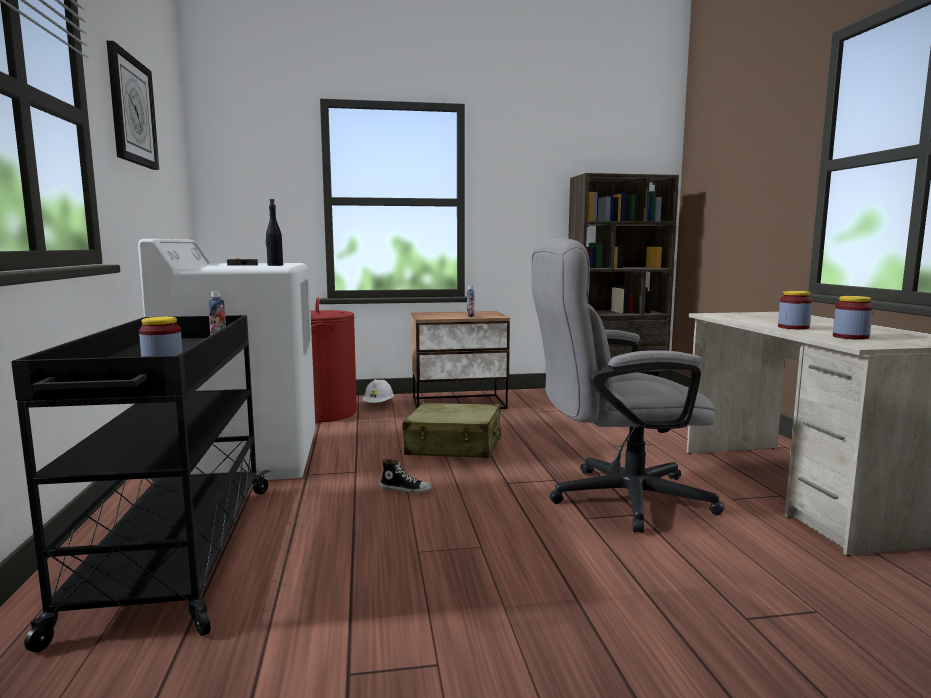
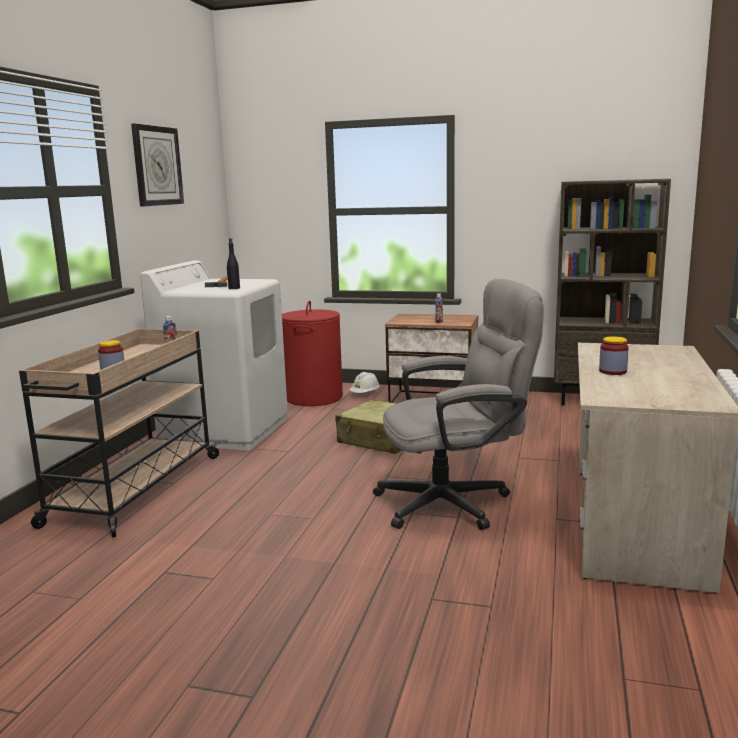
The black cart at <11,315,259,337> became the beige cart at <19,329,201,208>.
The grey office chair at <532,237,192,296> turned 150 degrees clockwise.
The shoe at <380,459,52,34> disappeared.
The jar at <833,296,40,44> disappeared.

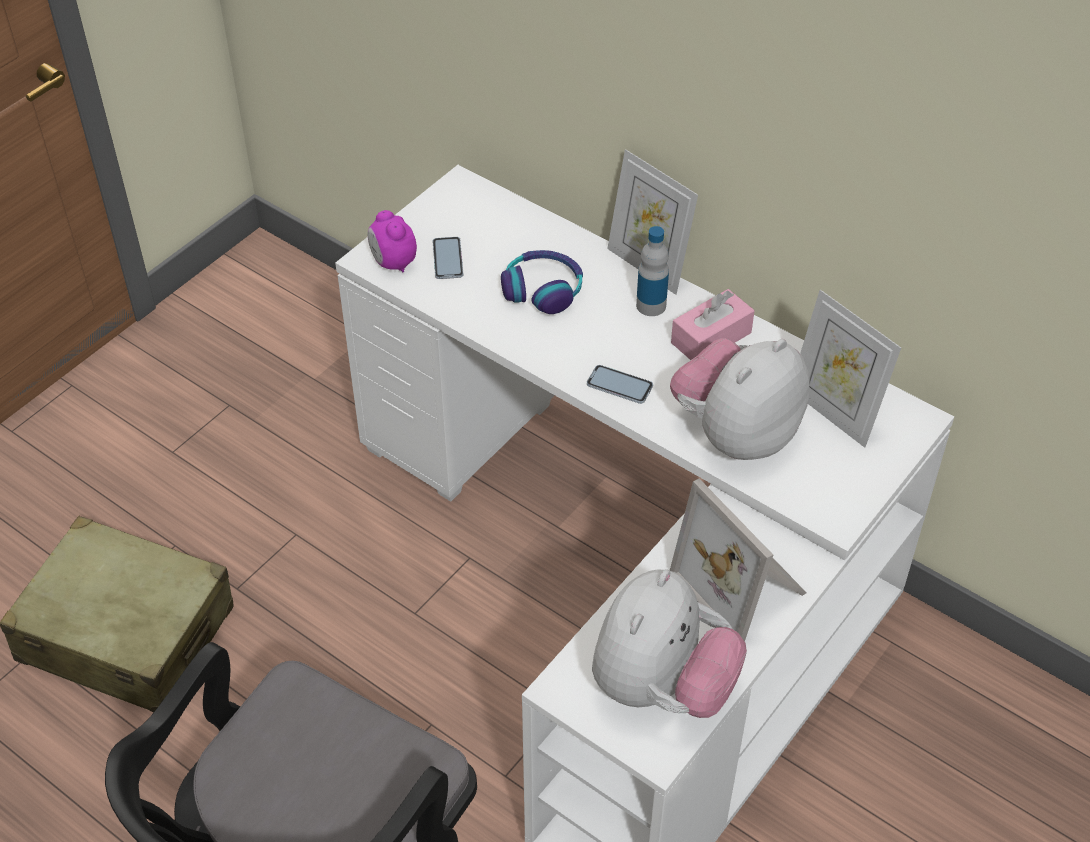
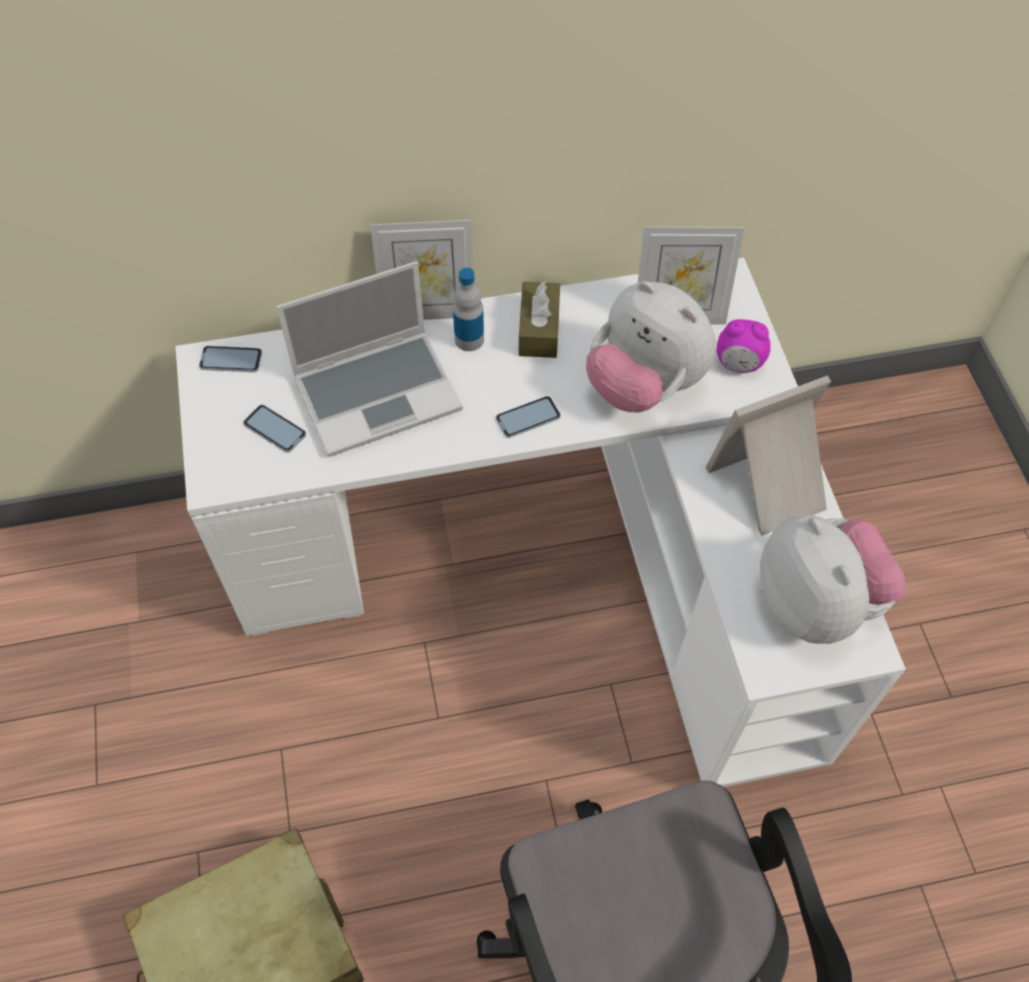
The phone at <199,346,63,26> appeared.
The headphones at <501,250,82,64> was replaced by the laptop at <276,261,187,196>.
The pink tissue box at <671,289,84,71> became the brown tissue box at <519,281,41,77>.
The plush toy at <670,338,139,122> turned 45 degrees counterclockwise.
The picture frame at <670,479,137,162> turned 150 degrees clockwise.
The alarm clock moved from <367,210,50,62> to <716,319,55,54>.

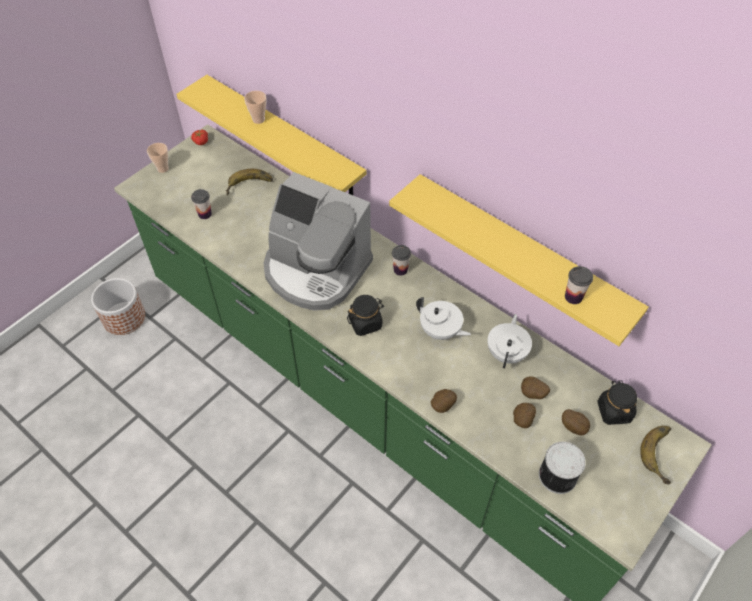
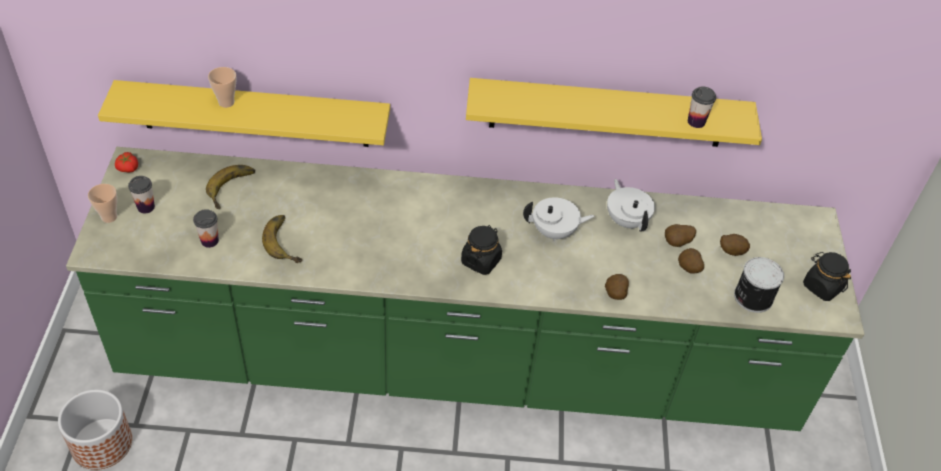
The cup moved from <392,245,19,31> to <128,176,27,38>.
The banana moved from <640,426,31,58> to <262,215,40,48>.
The black jar moved from <597,380,40,45> to <803,252,48,49>.
The coffee machine at <263,172,110,139> disappeared.

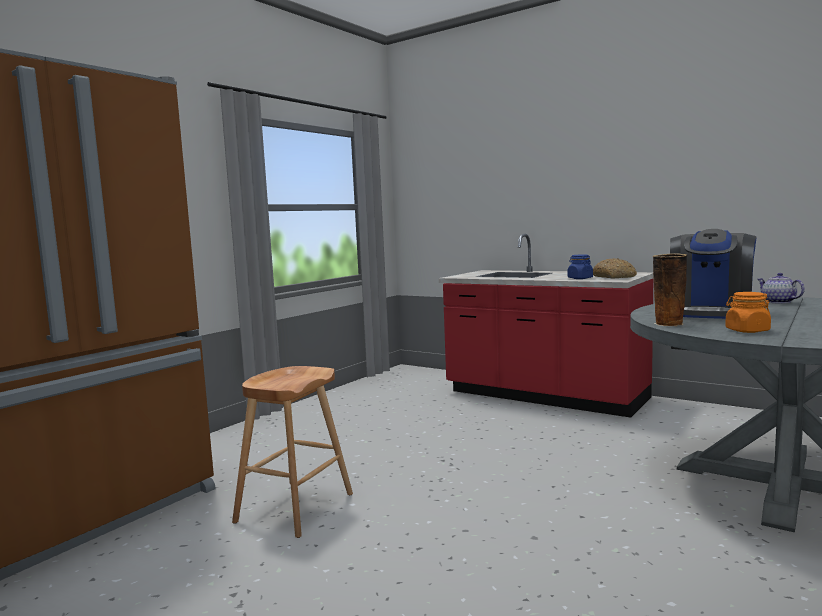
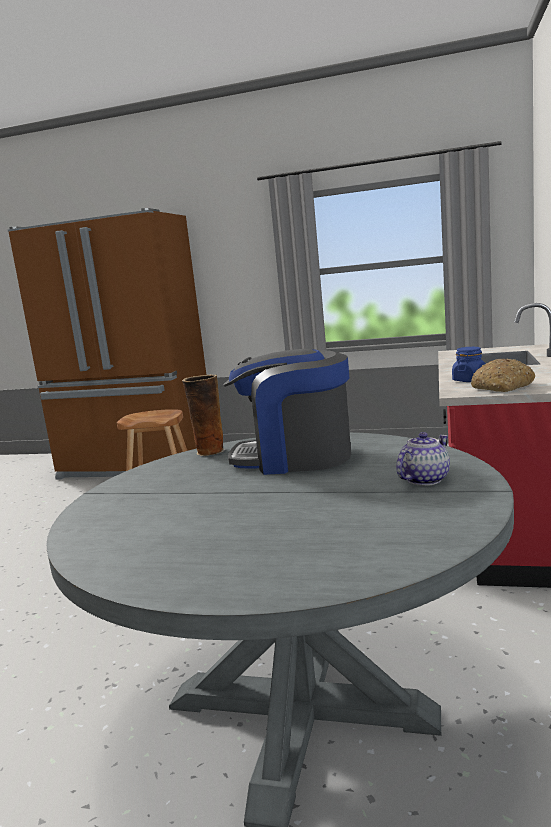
The orange jar at <725,292,46,41> disappeared.

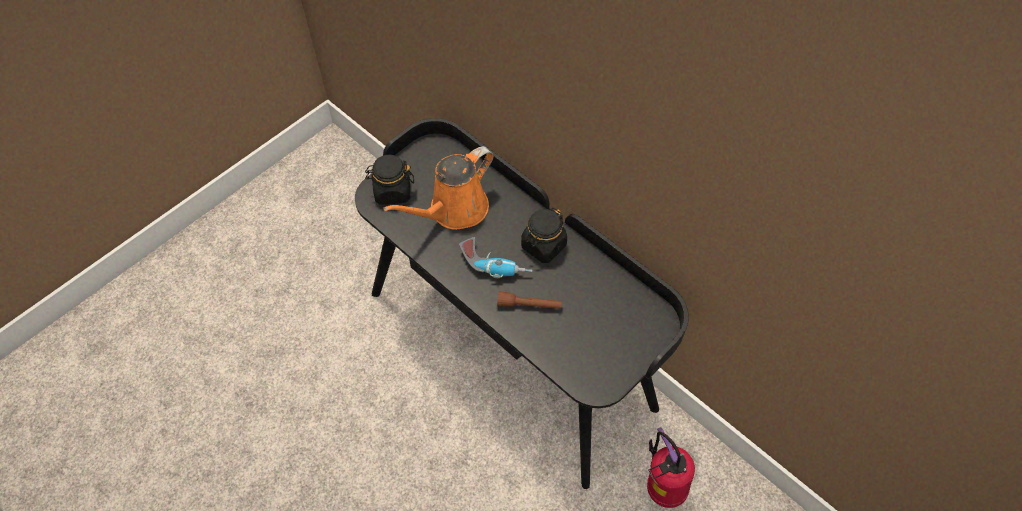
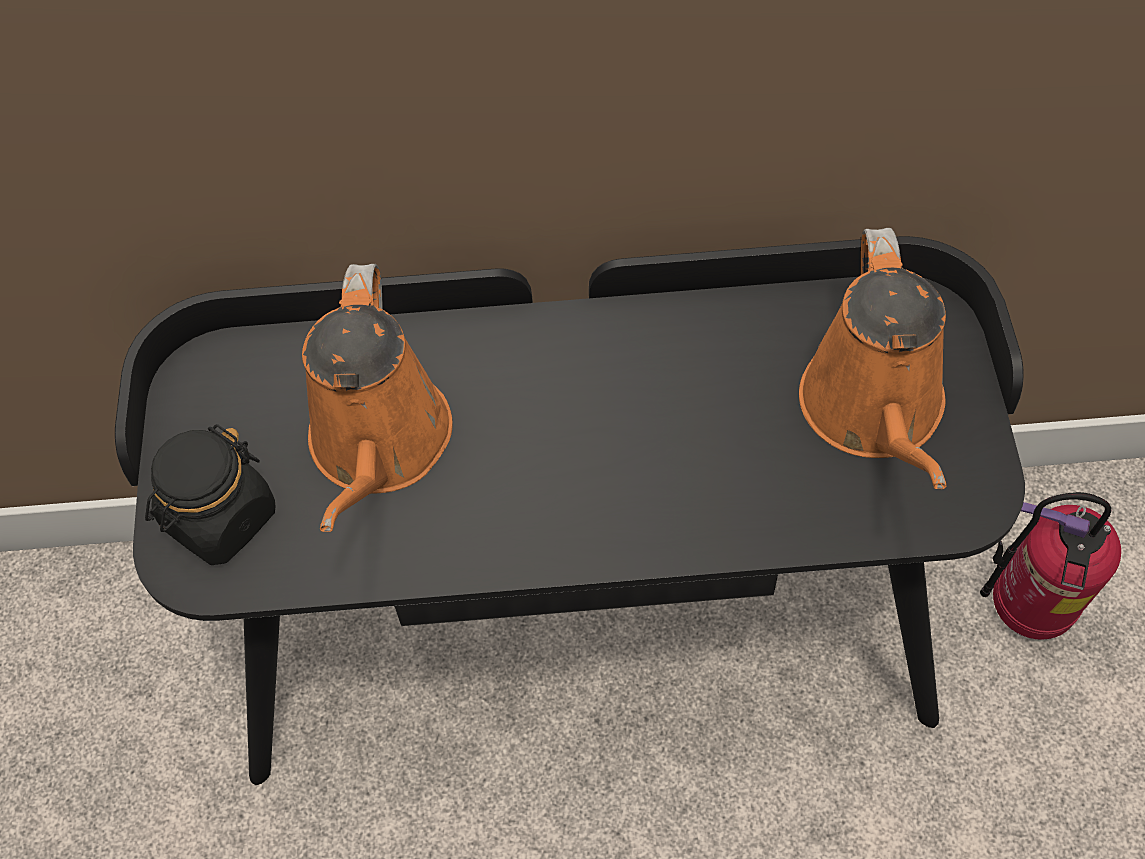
The orange watering can at <799,228,147,261> appeared.
The power drill at <459,237,74,42> disappeared.
The brown flashlight at <497,291,65,18> disappeared.
The black jar at <521,208,46,55> disappeared.

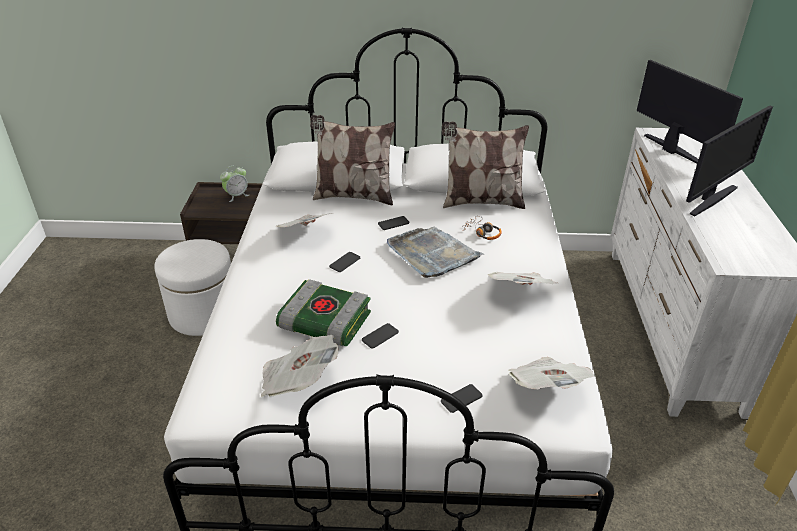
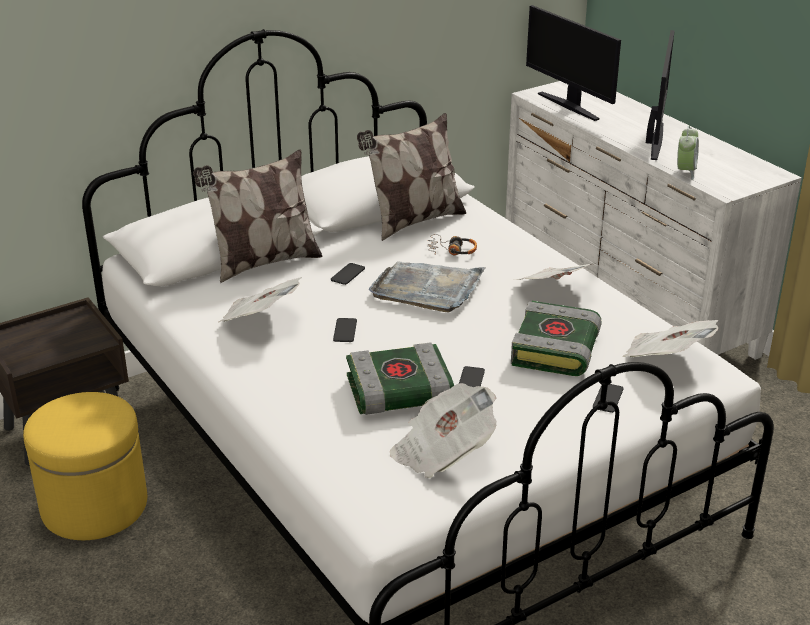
The white ottoman at <154,239,77,97> became the yellow ottoman at <23,392,124,148>.
The book at <511,301,91,75> appeared.
The monitor at <637,60,106,103> turned 150 degrees counterclockwise.
The alarm clock moved from <220,165,29,37> to <677,125,22,55>.

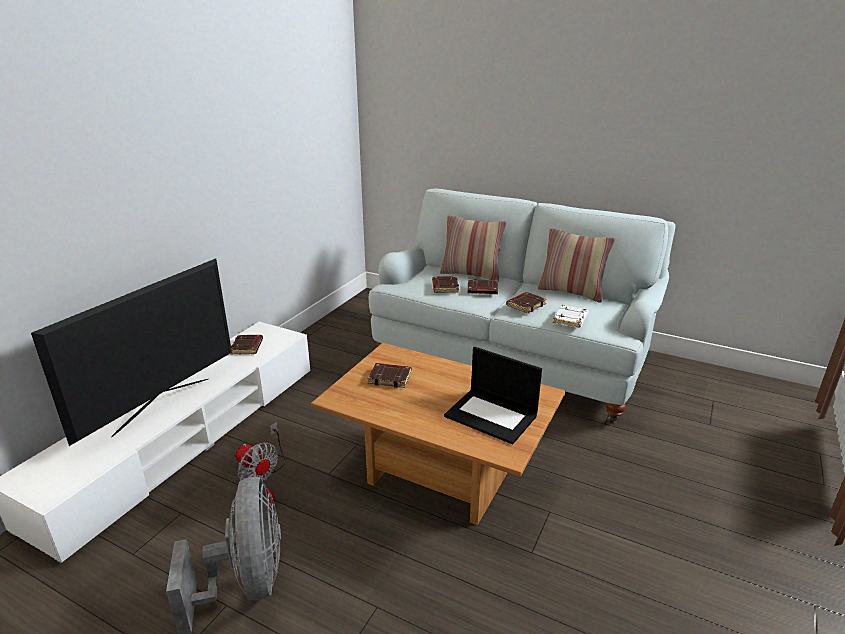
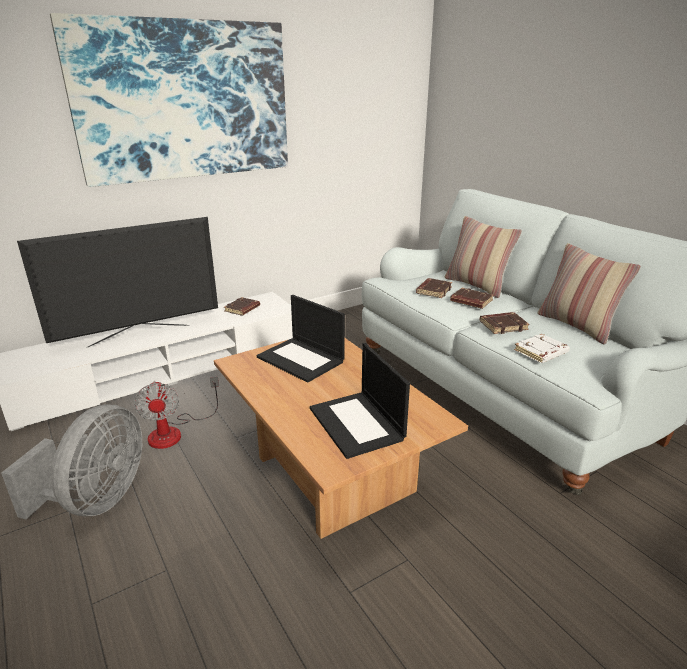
The picture at <50,13,238,174> appeared.
The brown book at <368,363,43,25> was replaced by the laptop at <257,295,88,88>.

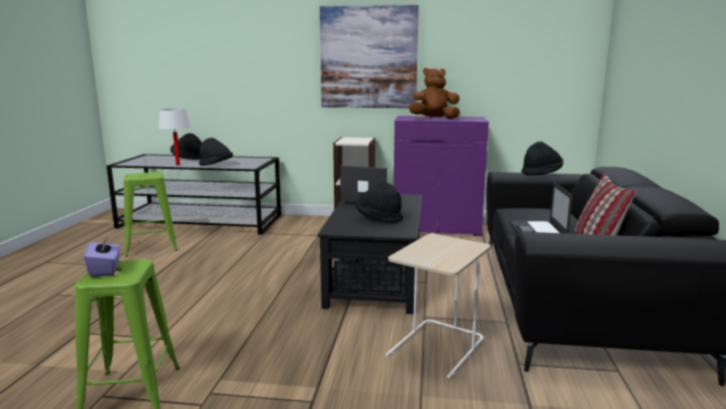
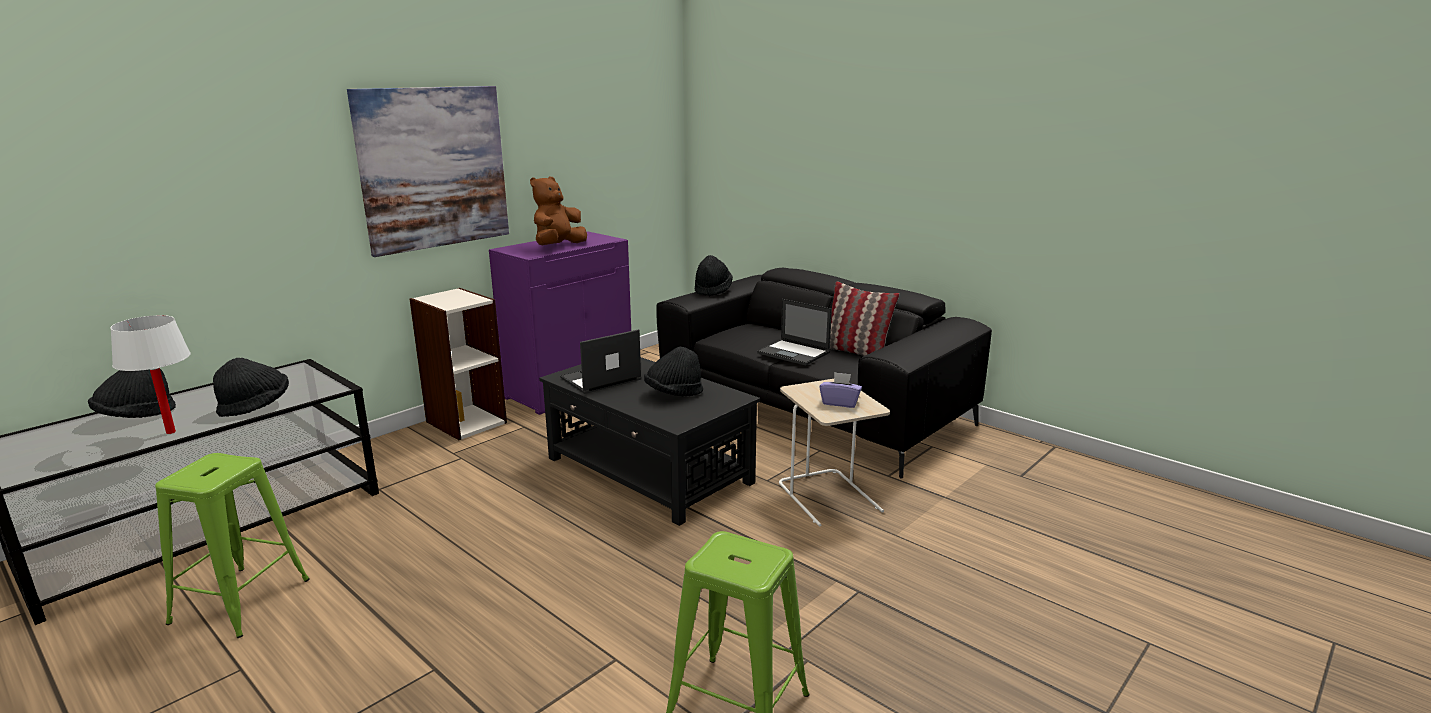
The purple tissue box moved from <84,234,37,43> to <819,372,43,36>.

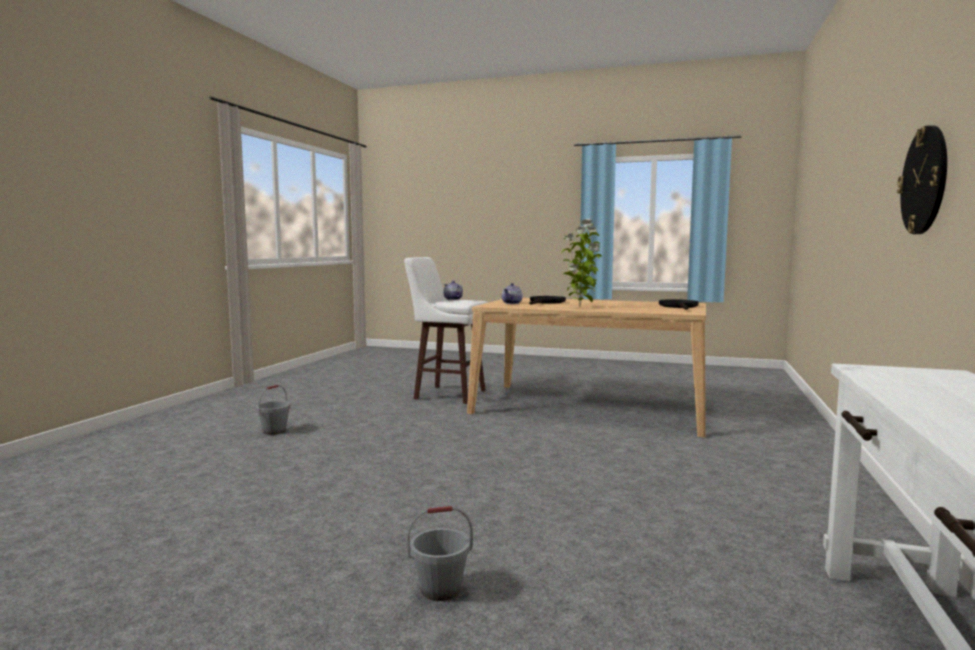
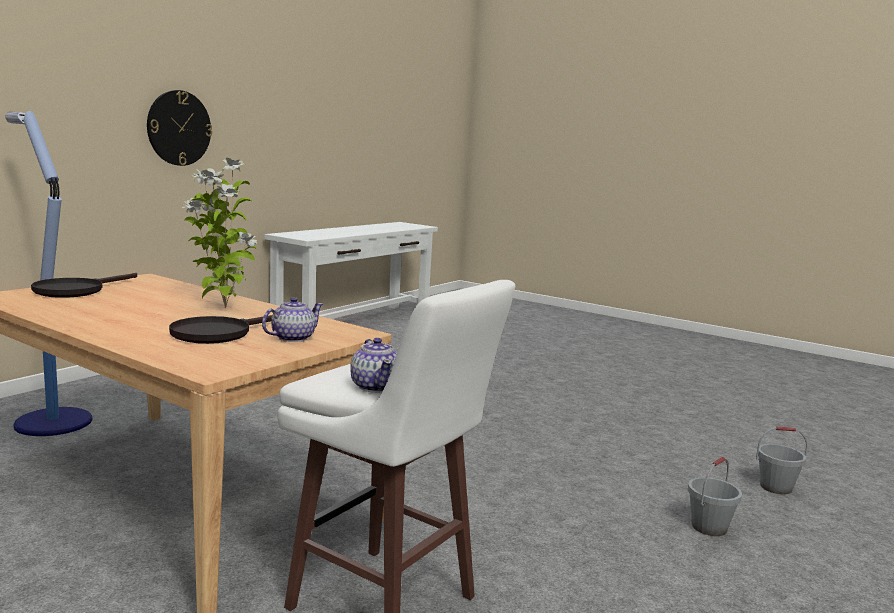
The floor lamp at <5,111,87,325> appeared.
The grey bucket moved from <407,506,66,95> to <756,427,52,68>.

